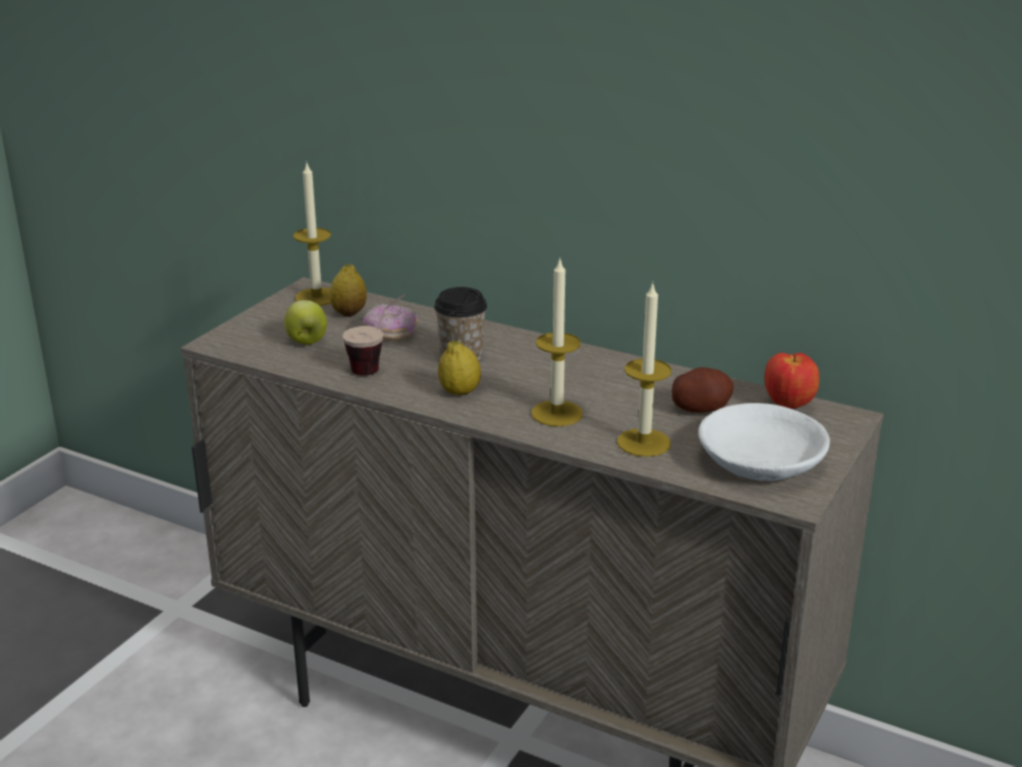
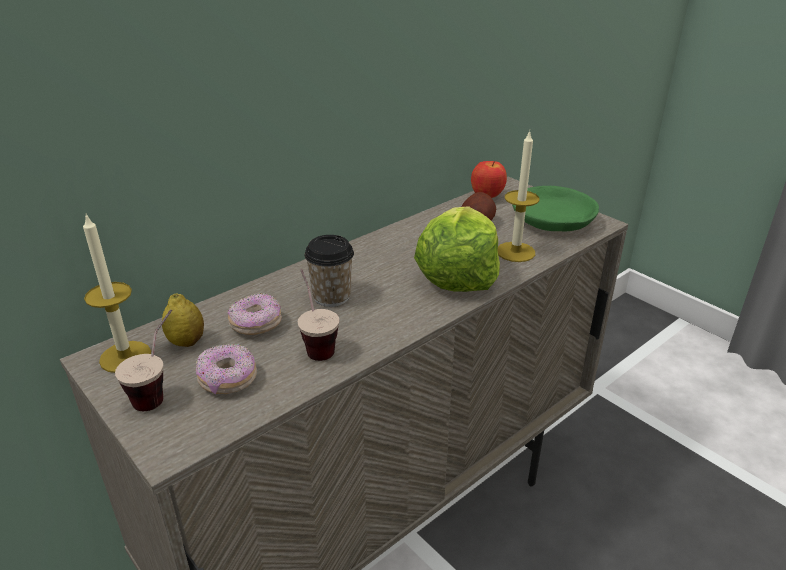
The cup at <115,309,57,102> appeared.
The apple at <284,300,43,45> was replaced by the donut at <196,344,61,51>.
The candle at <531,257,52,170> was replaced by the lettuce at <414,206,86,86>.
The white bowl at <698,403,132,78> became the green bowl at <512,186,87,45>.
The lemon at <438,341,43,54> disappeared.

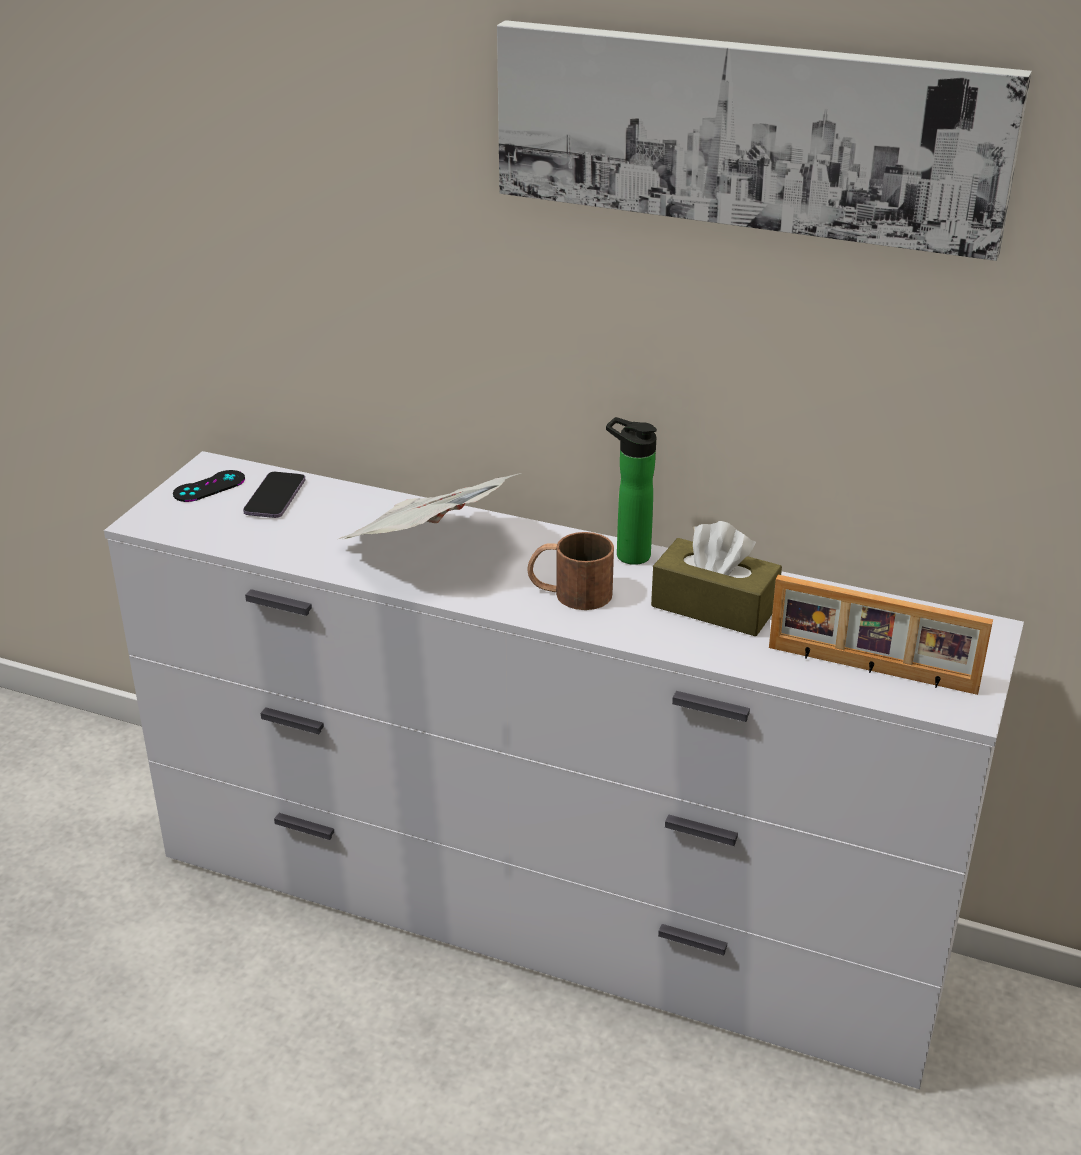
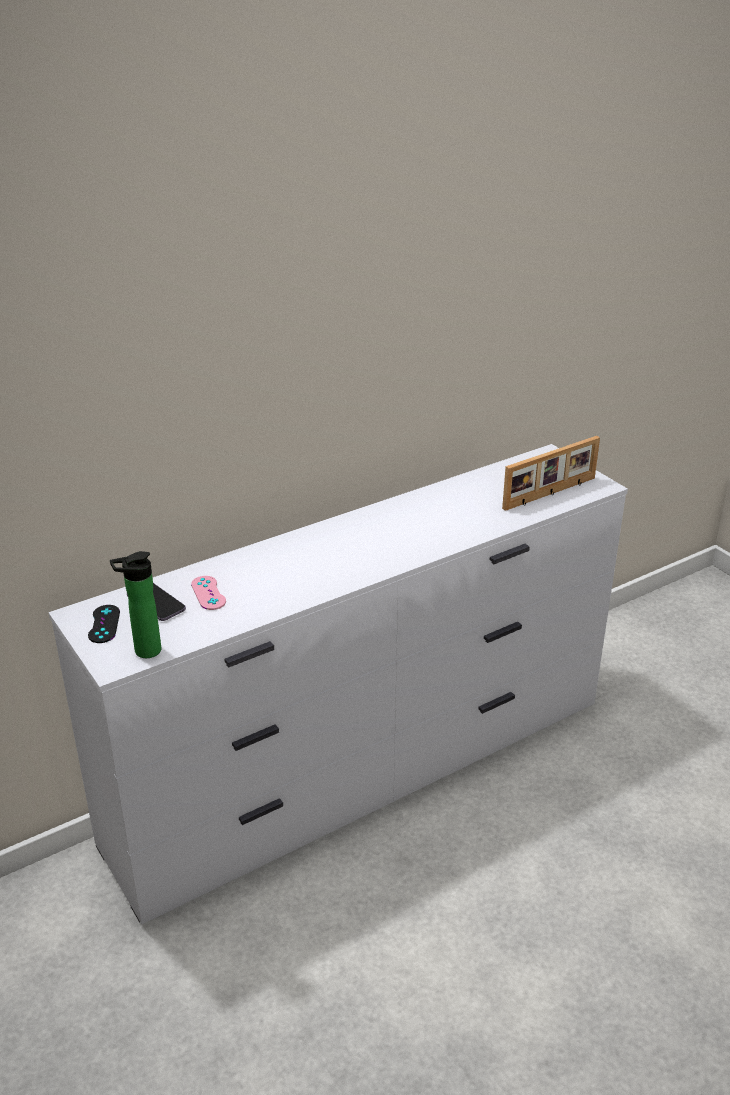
The bottle moved from <606,417,51,148> to <110,551,51,107>.
The pink game controller at <191,576,35,34> appeared.
The newspaper at <339,473,182,66> disappeared.
The picture at <497,20,535,241> disappeared.
The brown mug at <527,532,87,78> disappeared.
The brown tissue box at <651,521,131,115> disappeared.

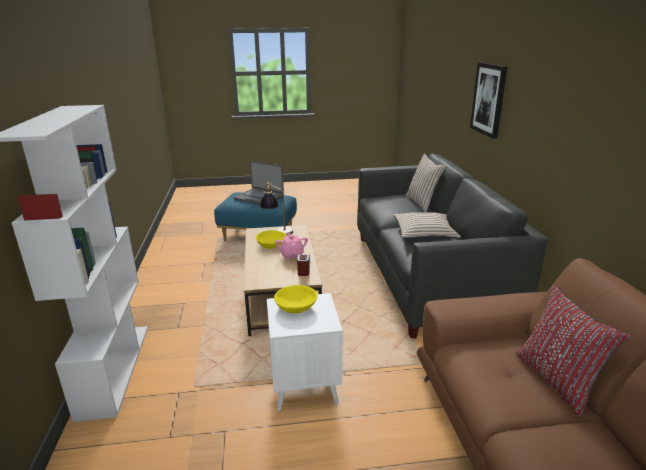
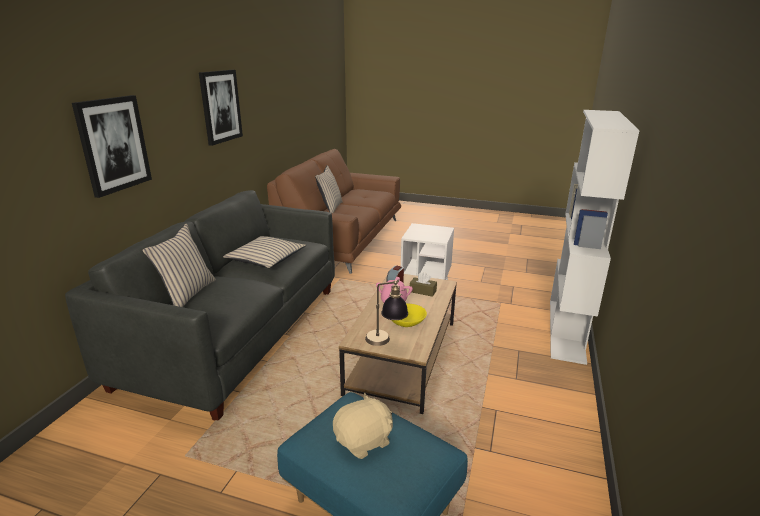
The picture at <199,70,44,76> appeared.
The red pillow at <515,285,116,132> became the beige pillow at <315,165,28,48>.
The laptop at <234,161,50,44> was replaced by the beige plush toy at <333,393,60,66>.
The brown tissue box at <410,272,27,25> appeared.
The yellow bowl at <274,285,44,28> disappeared.

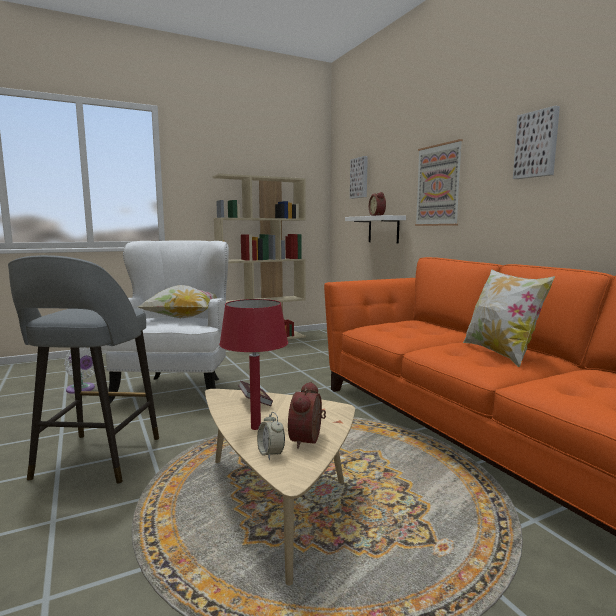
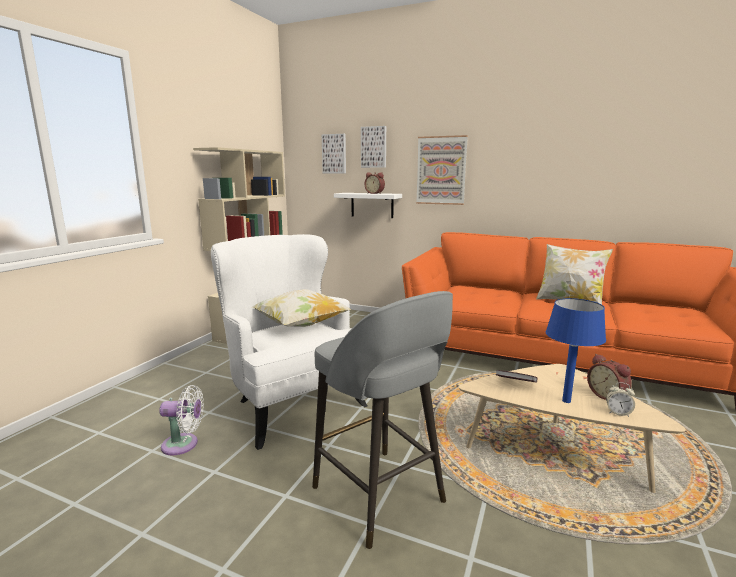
The picture moved from <513,106,47,73> to <361,126,25,42>.
The red table lamp at <219,299,69,131> became the blue table lamp at <546,298,60,105>.

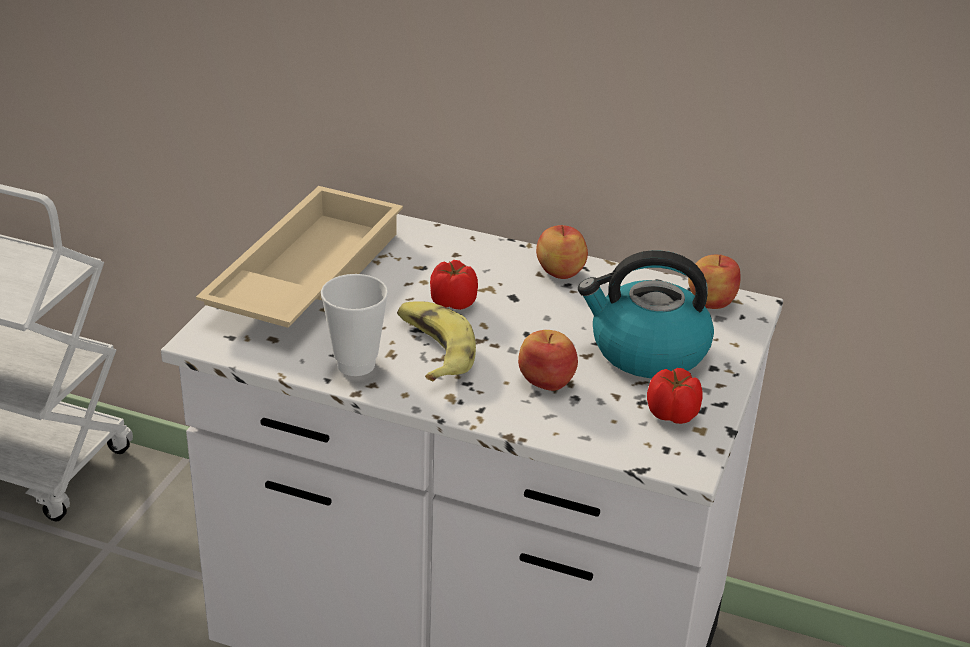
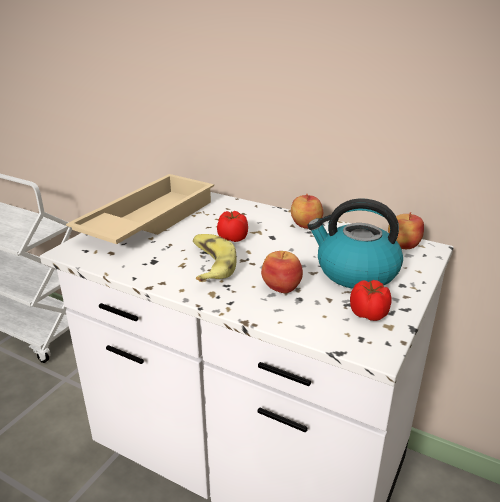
The cup at <321,274,67,102> disappeared.

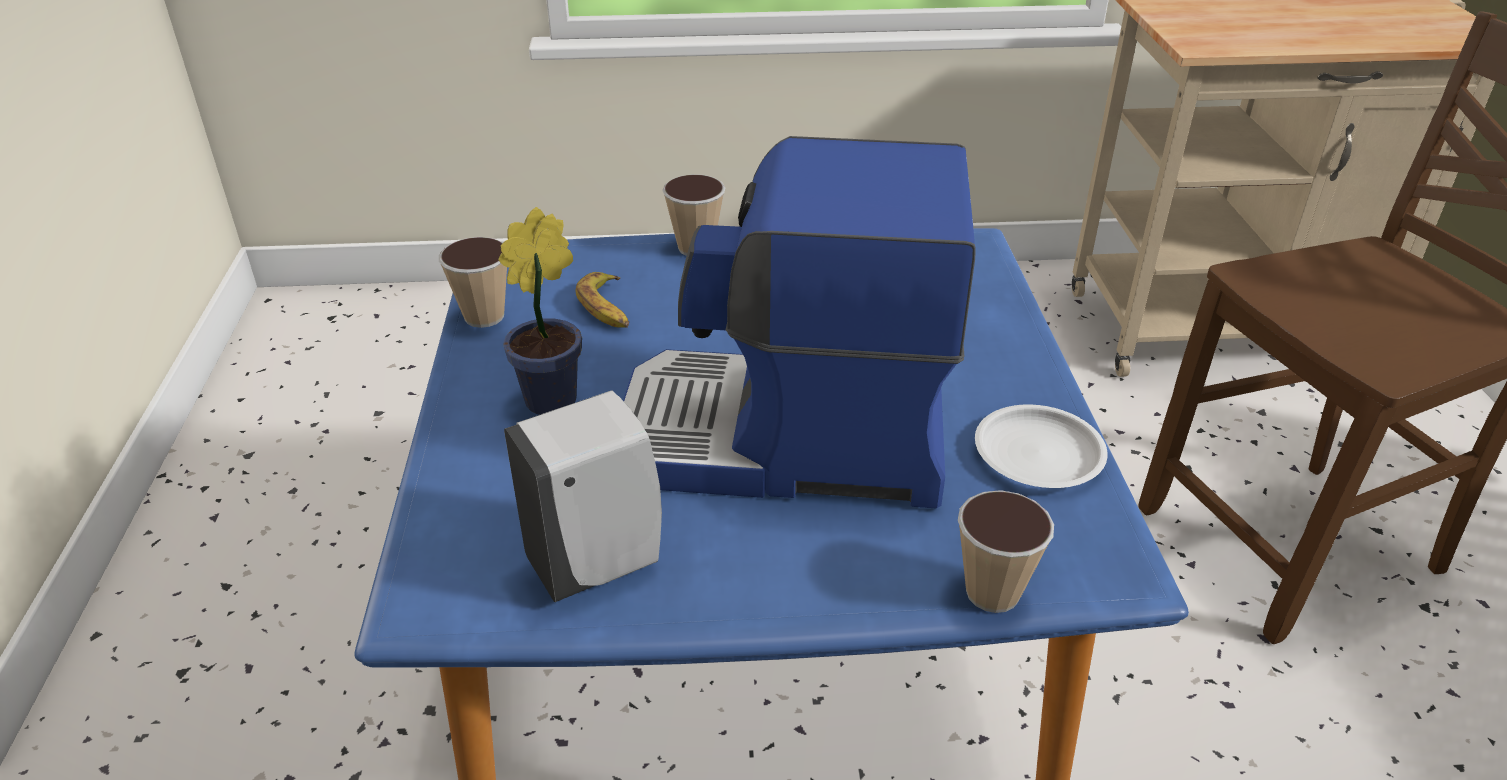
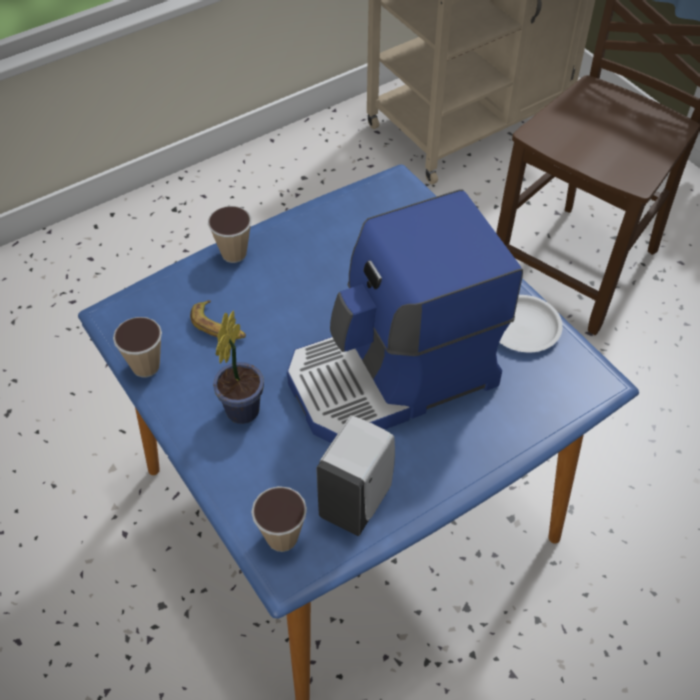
The cup moved from <958,490,96,123> to <251,486,56,66>.

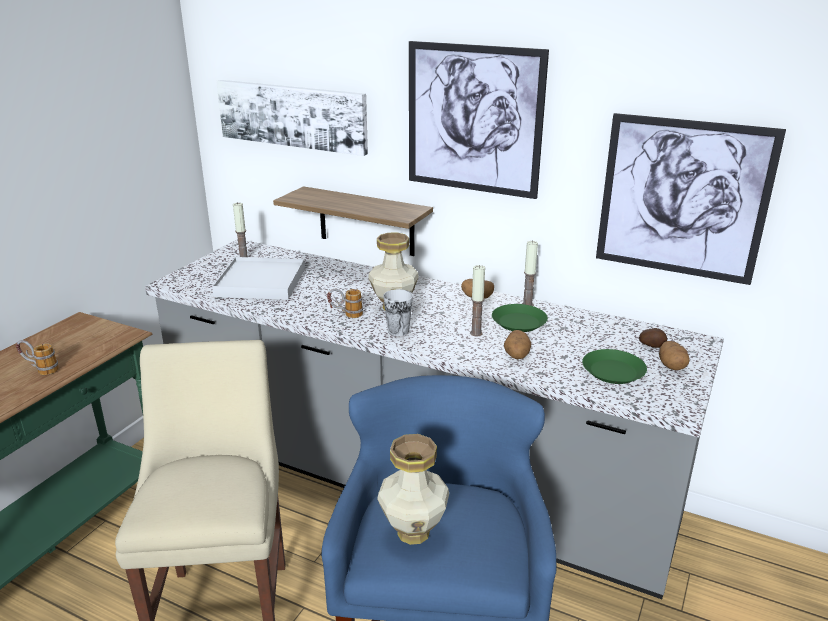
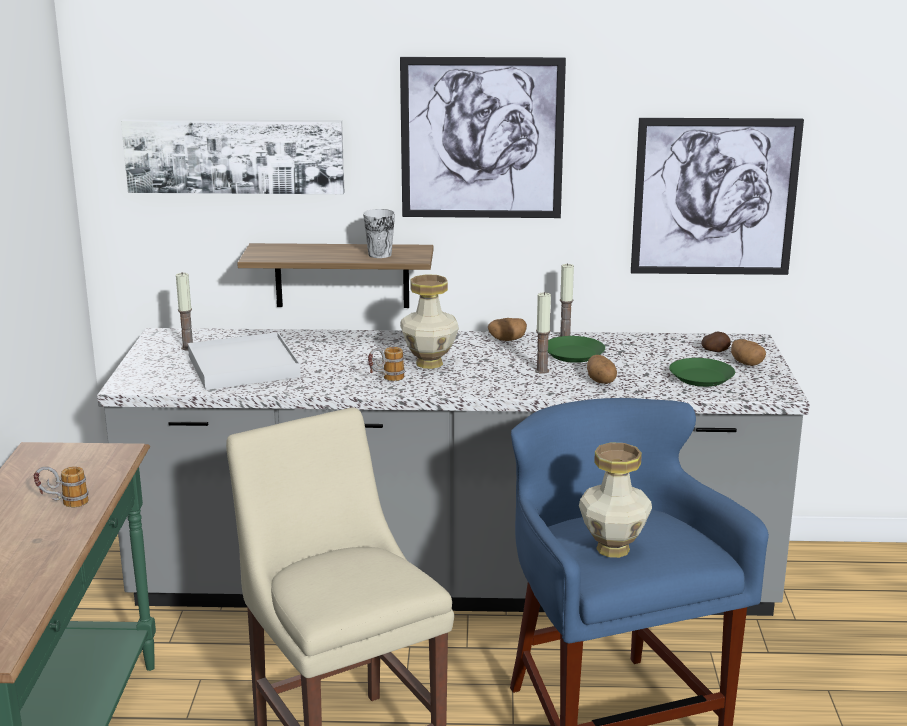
The cup moved from <383,289,30,47> to <363,209,32,49>.

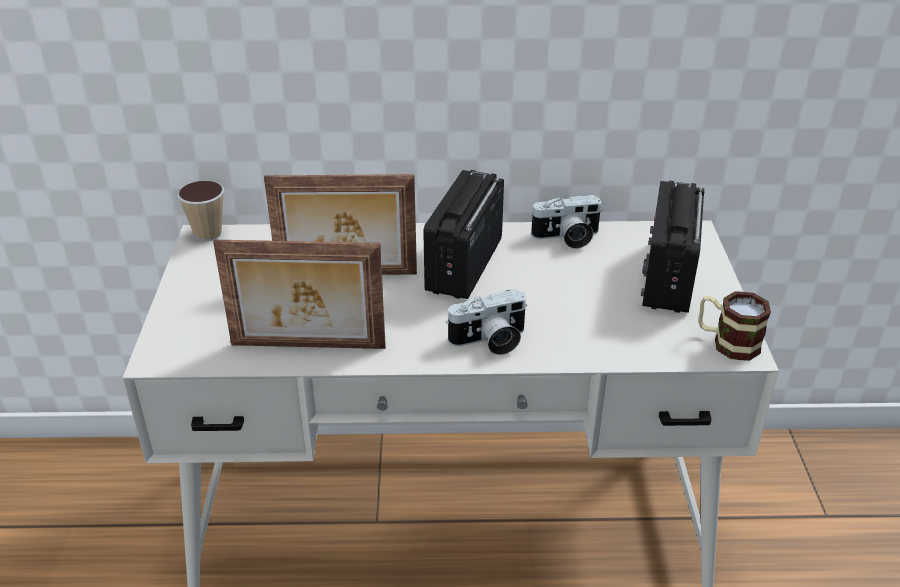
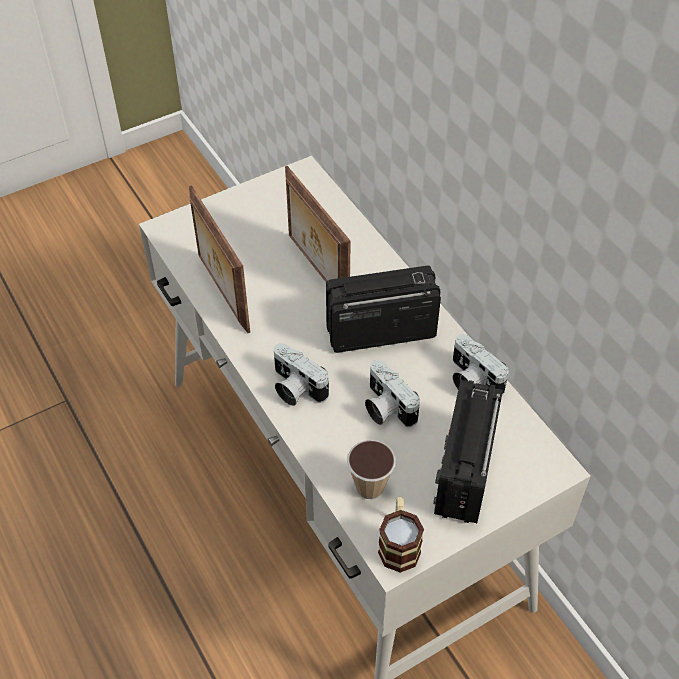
The cup moved from <177,180,47,61> to <347,440,48,59>.
The photo camera at <365,360,55,67> appeared.
The radio at <641,180,64,133> turned 60 degrees counterclockwise.

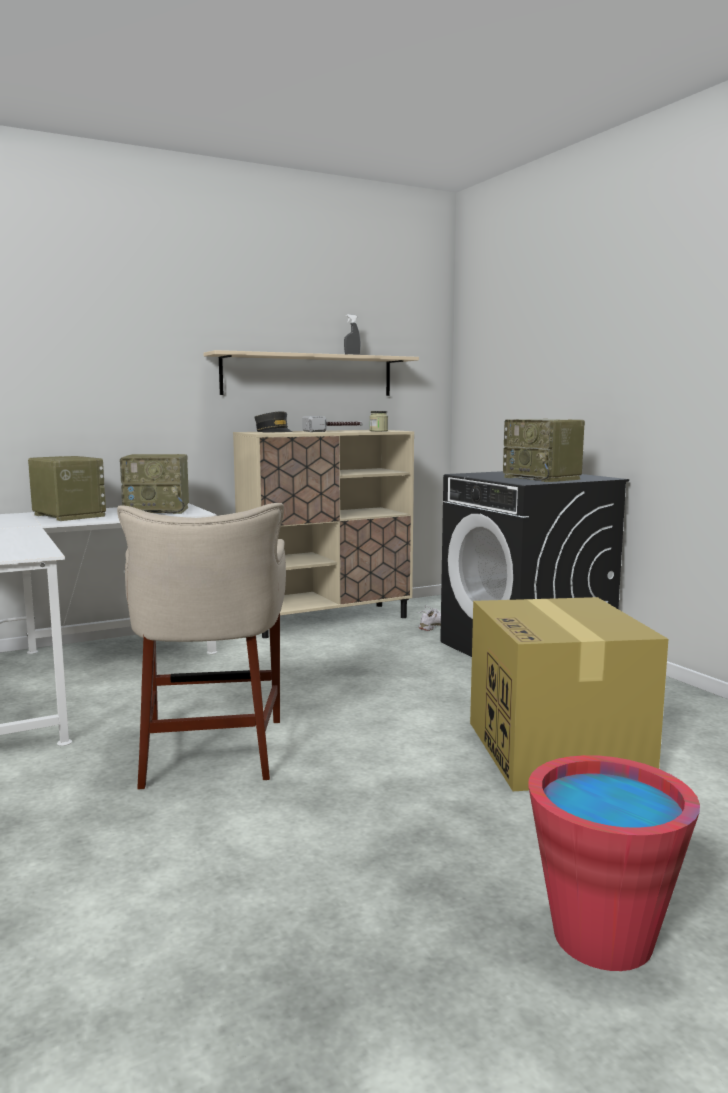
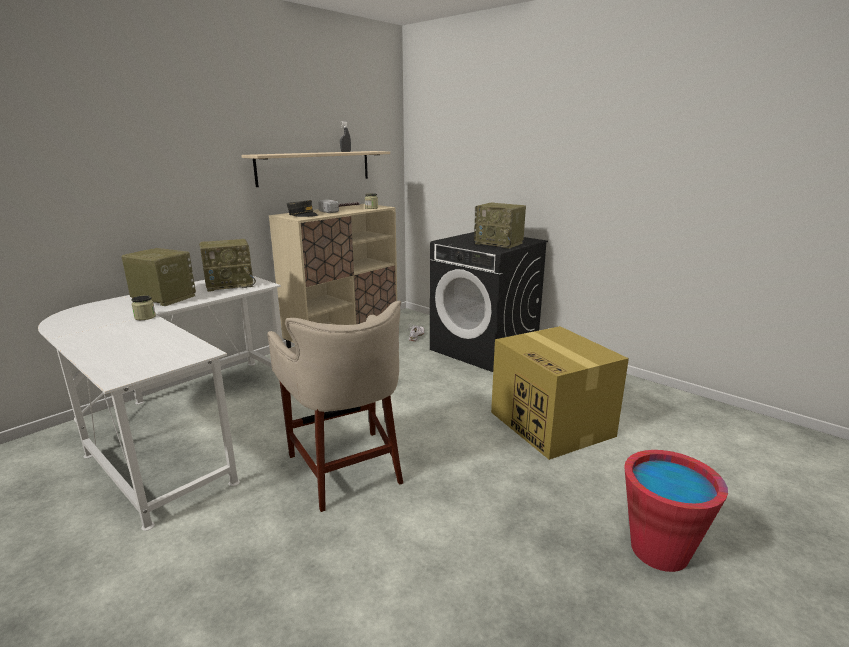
The jar at <131,295,25,25> appeared.

